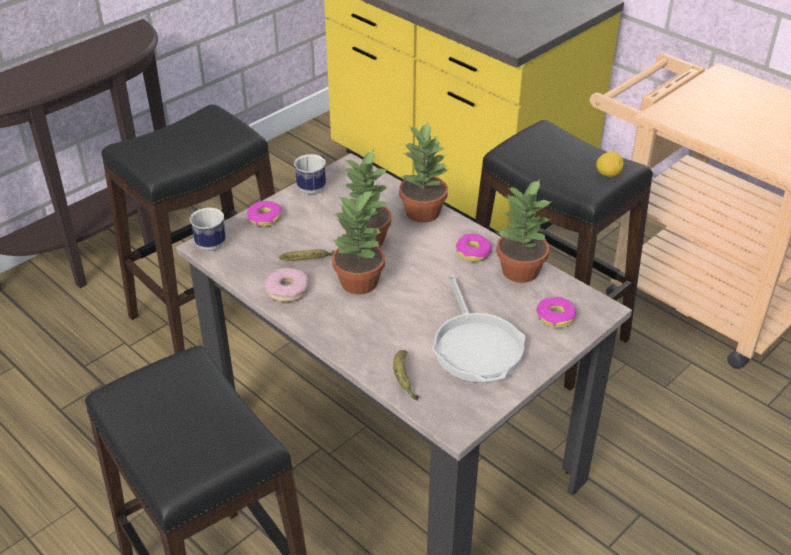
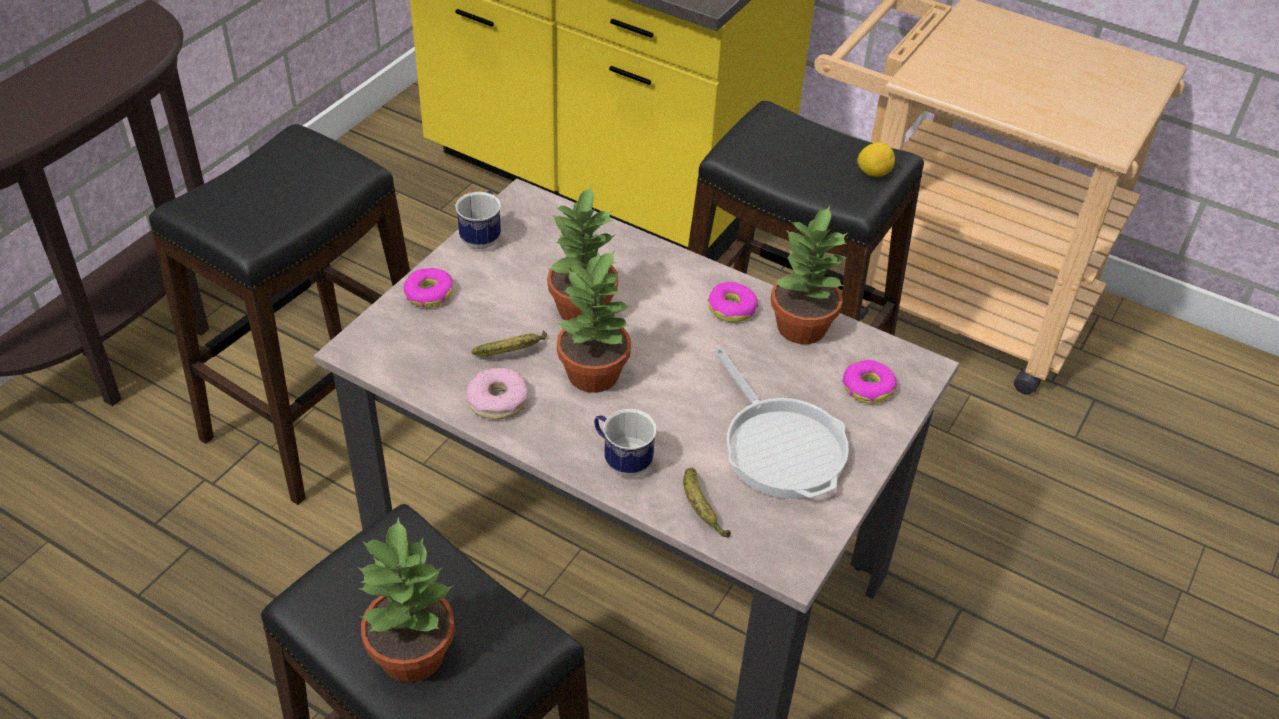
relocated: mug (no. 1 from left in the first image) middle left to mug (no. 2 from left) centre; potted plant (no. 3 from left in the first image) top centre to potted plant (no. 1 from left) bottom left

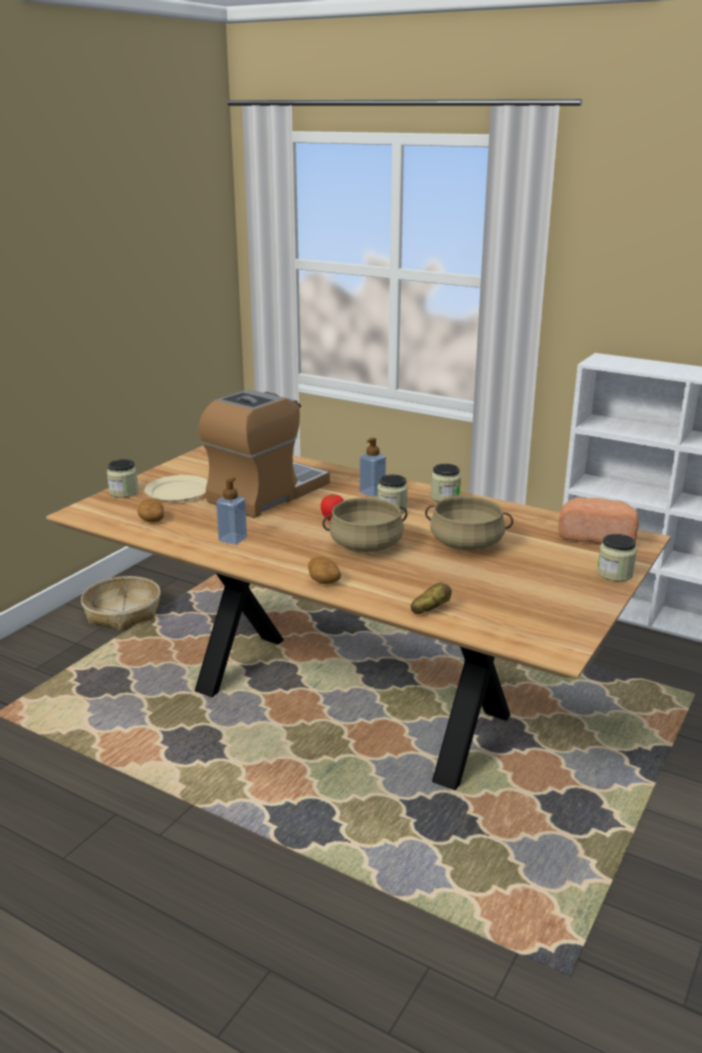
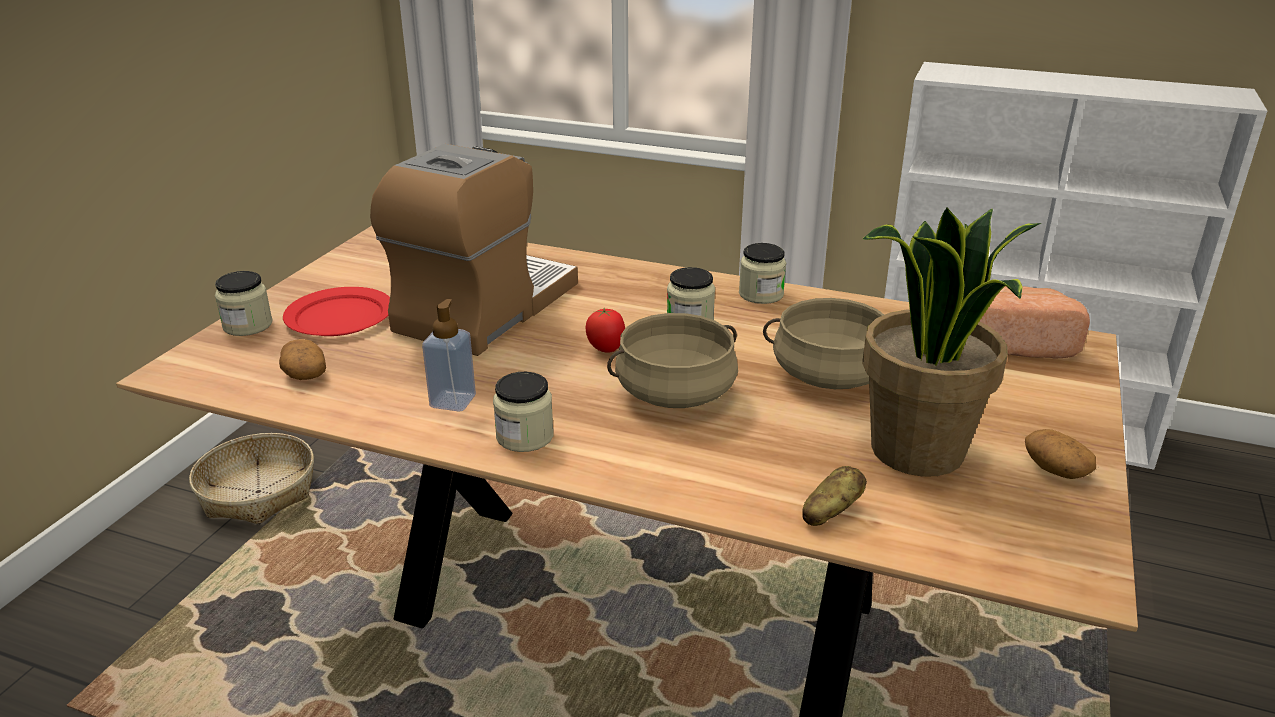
missing: soap dispenser (no. 2 from left) centre
appeared: potted plant middle right
relocated: potato (no. 2 from left in the first image) centre to potato (no. 3 from left) middle right; jar (no. 4 from left in the first image) middle right to jar (no. 2 from left) centre
colour: beige plate middle left to red plate middle left

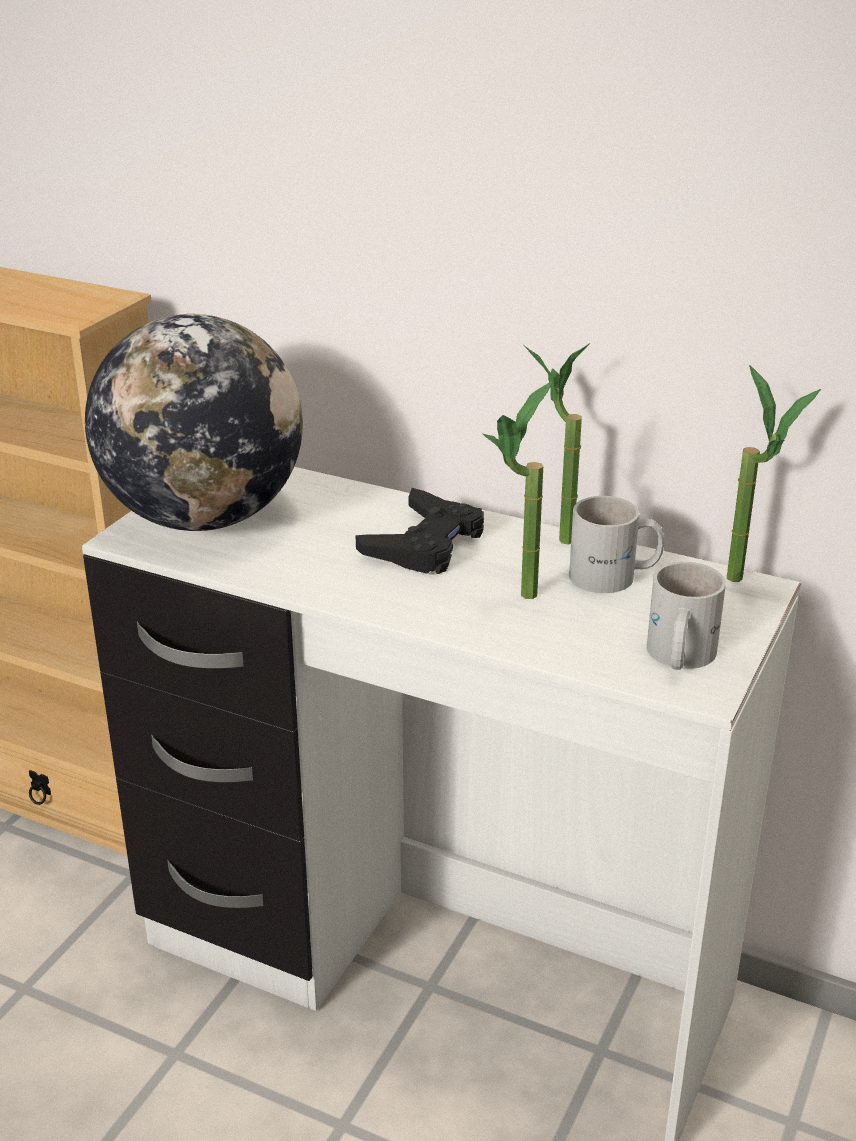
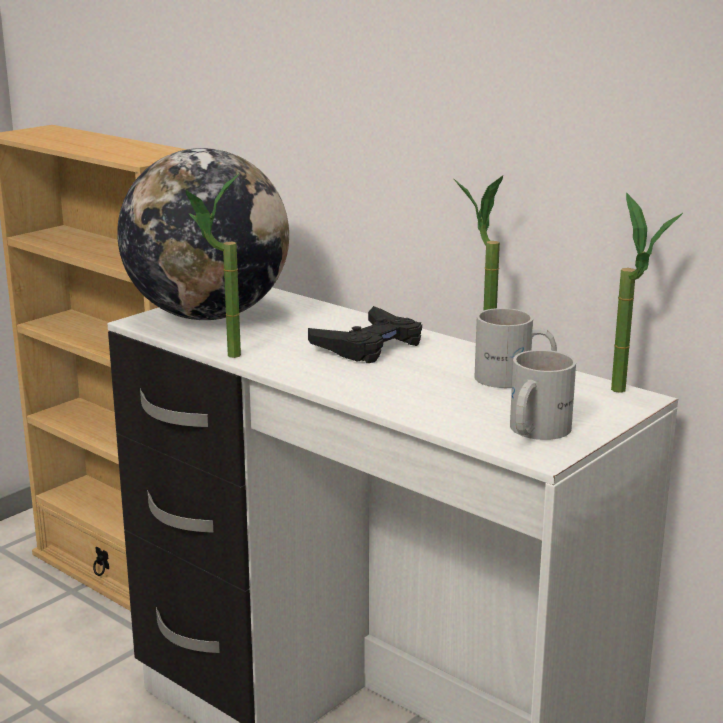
relocated: potted plant (no. 1 from left) centre to middle left

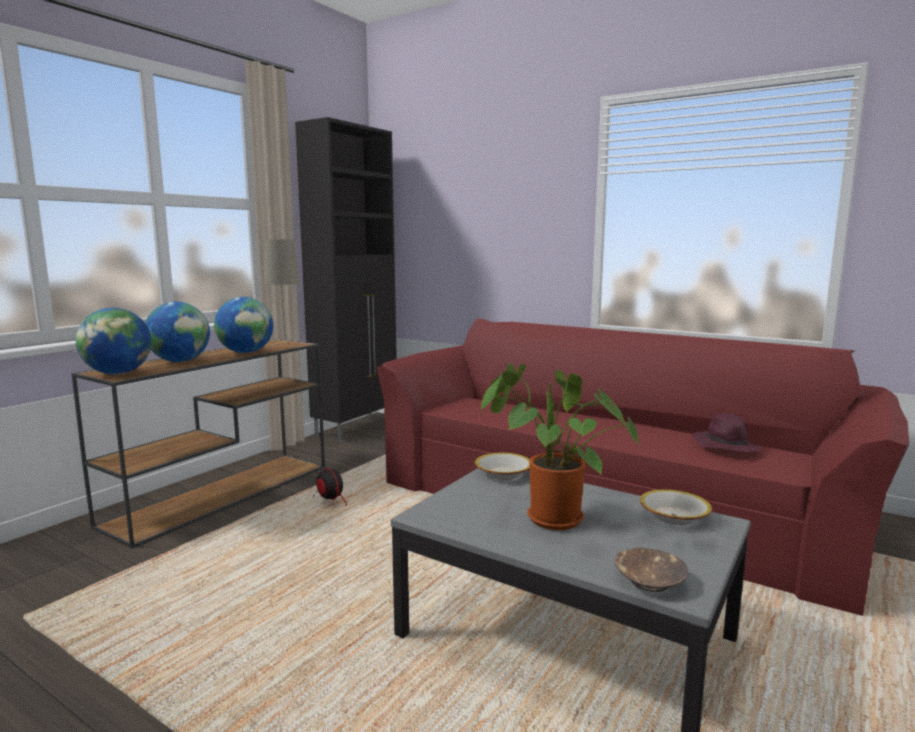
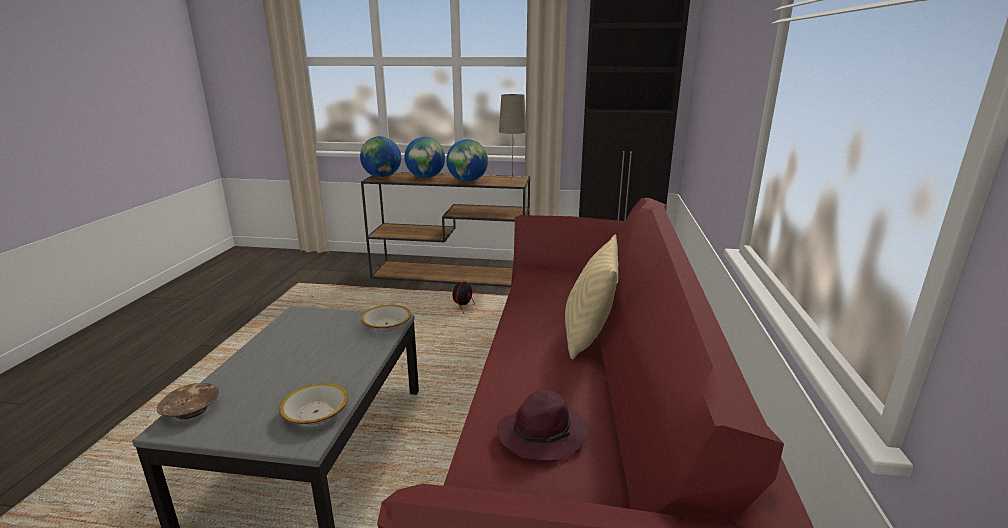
missing: potted plant centre
appeared: beige pillow centre

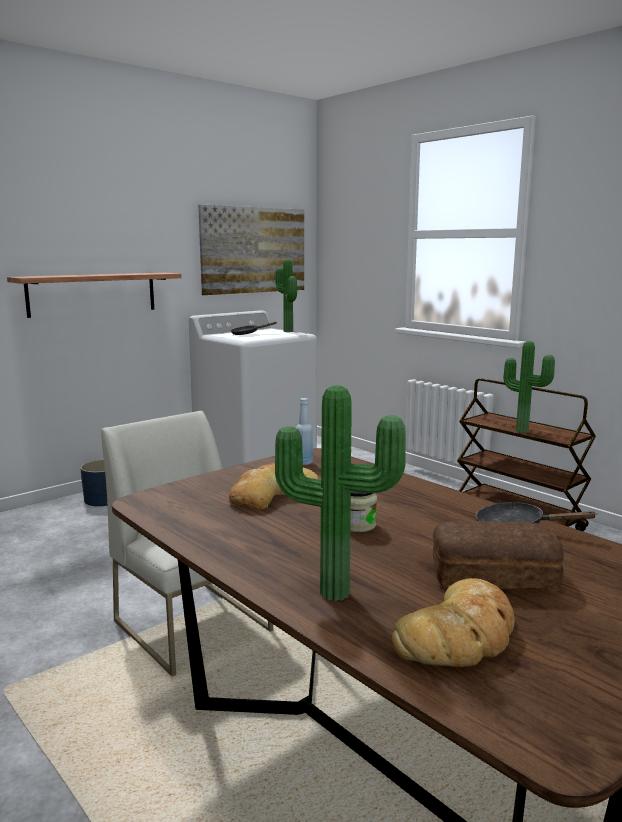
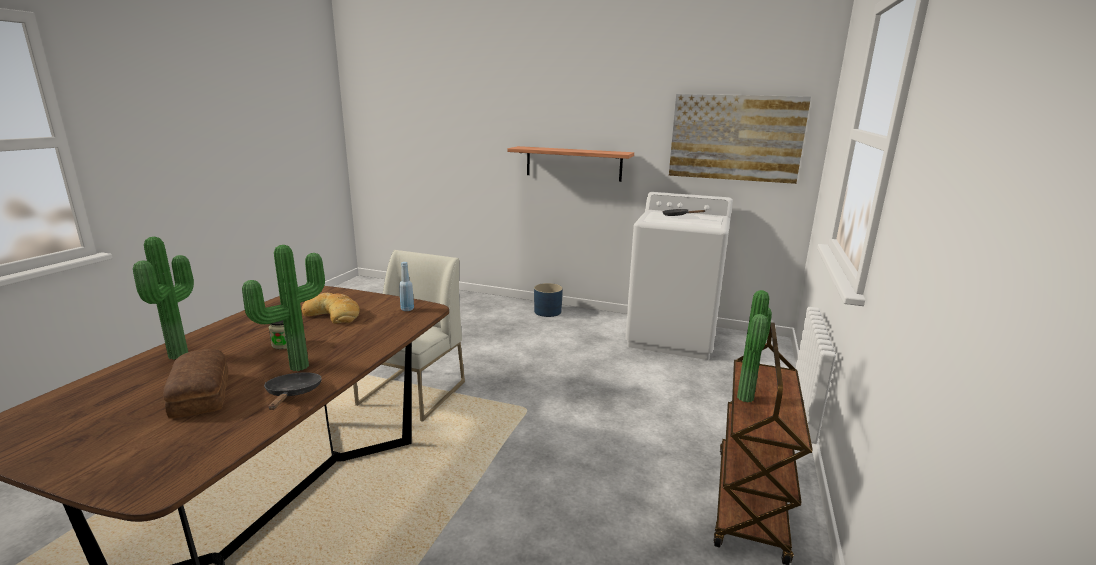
missing: bread (no. 2 from left) bottom right
relocated: potted plant (no. 1 from left in the first image) centre to potted plant (no. 2 from left) middle left

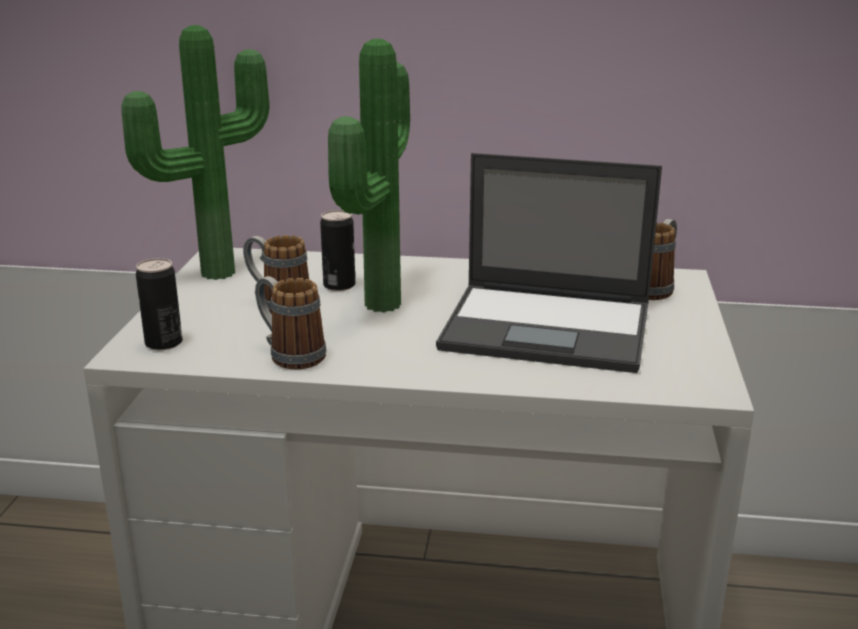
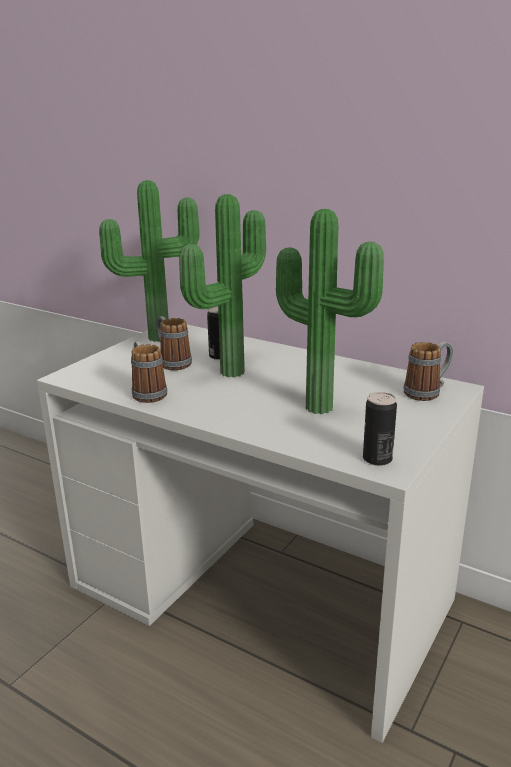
relocated: can (no. 1 from left in the first image) middle left to can (no. 2 from left) middle right
exchanged: laptop centre to potted plant (no. 3 from left) centre

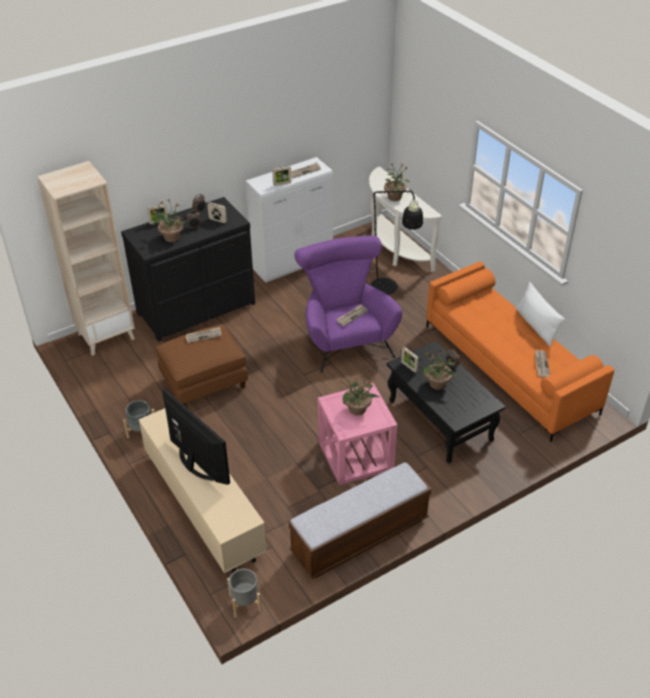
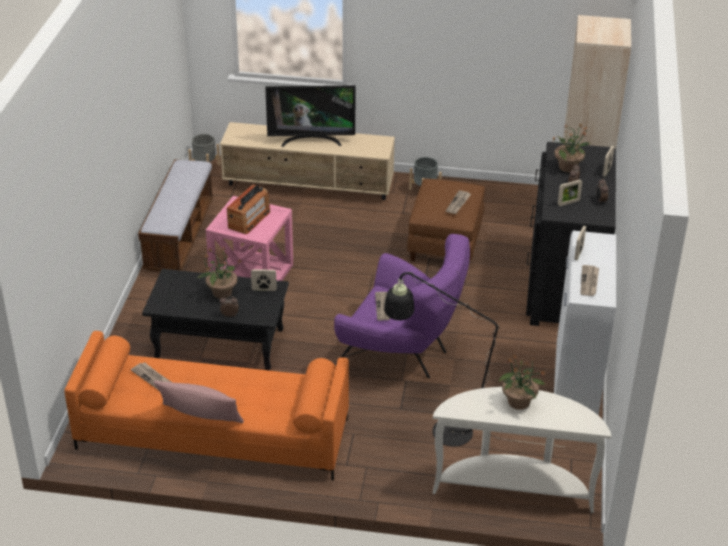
exchanged: potted plant (no. 2 from left) centre to radio centre
colour: white pillow middle right to pink pillow bottom left

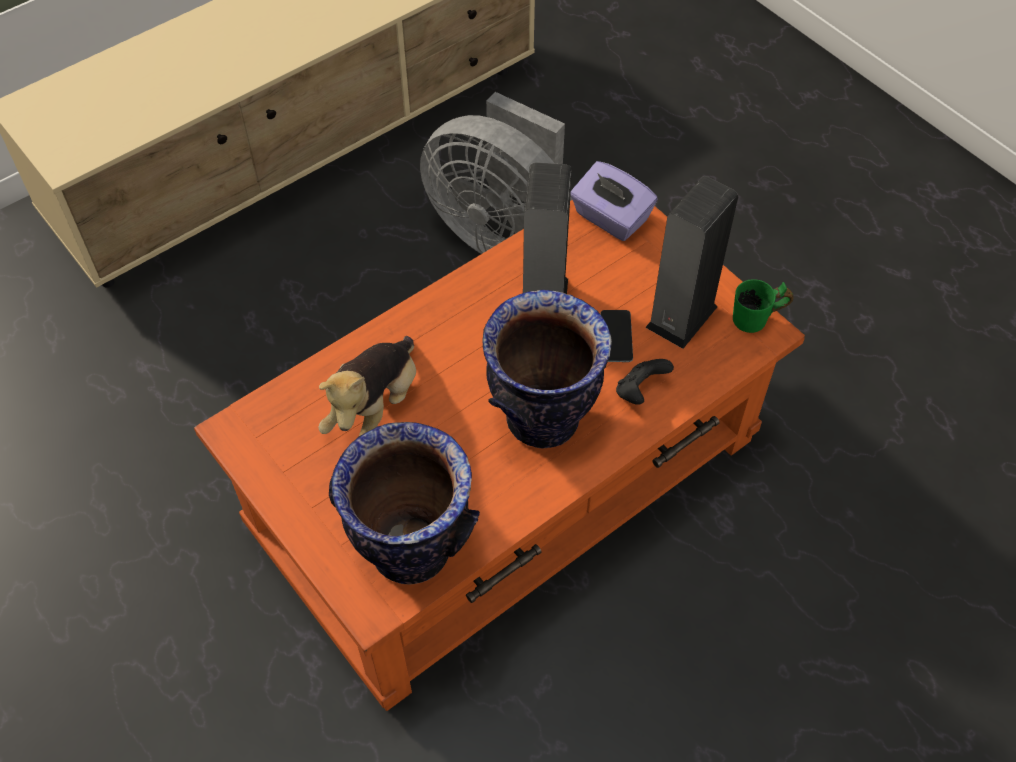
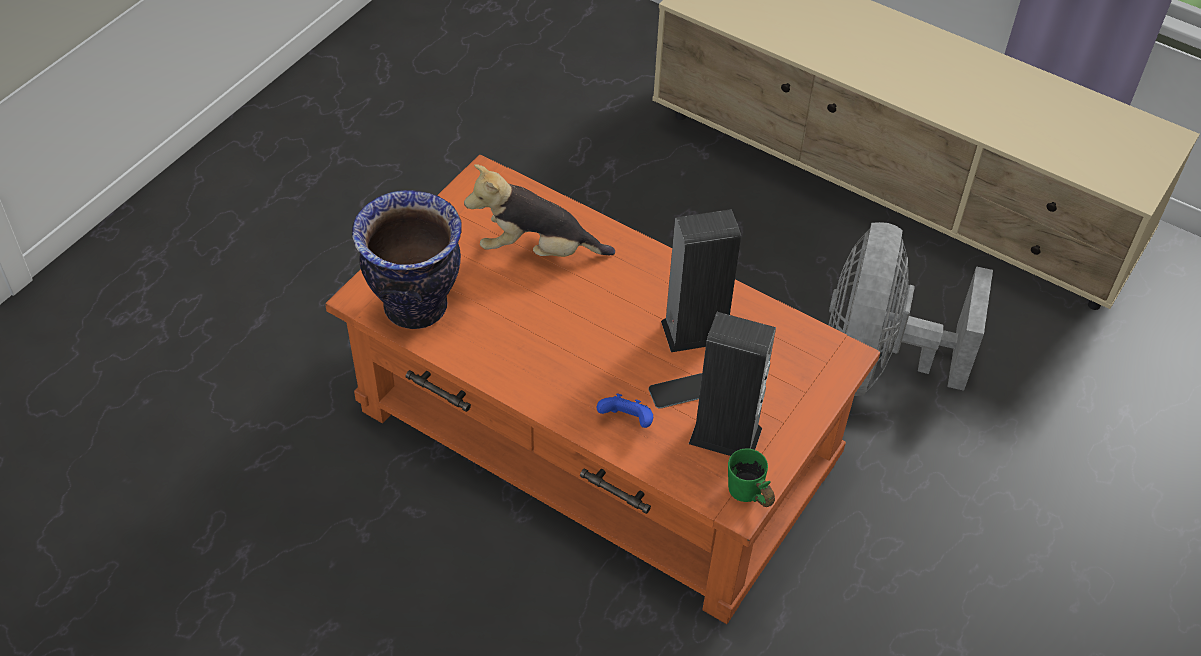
missing: vase (no. 2 from left) centre; purple tissue box top centre
colour: black game controller centre to blue game controller centre

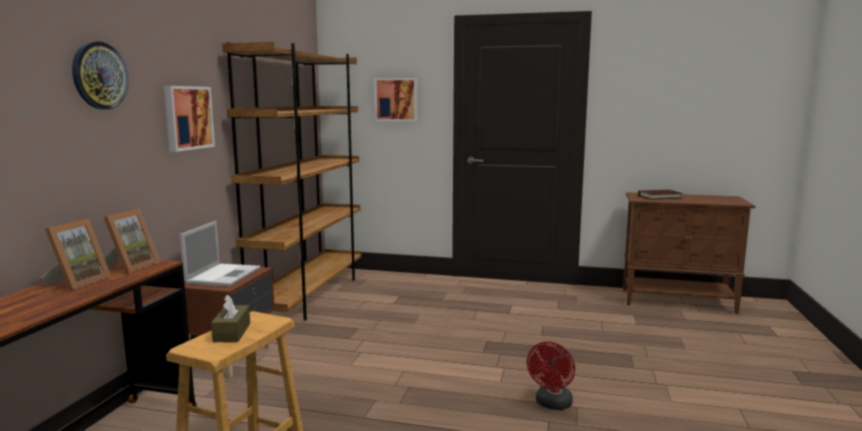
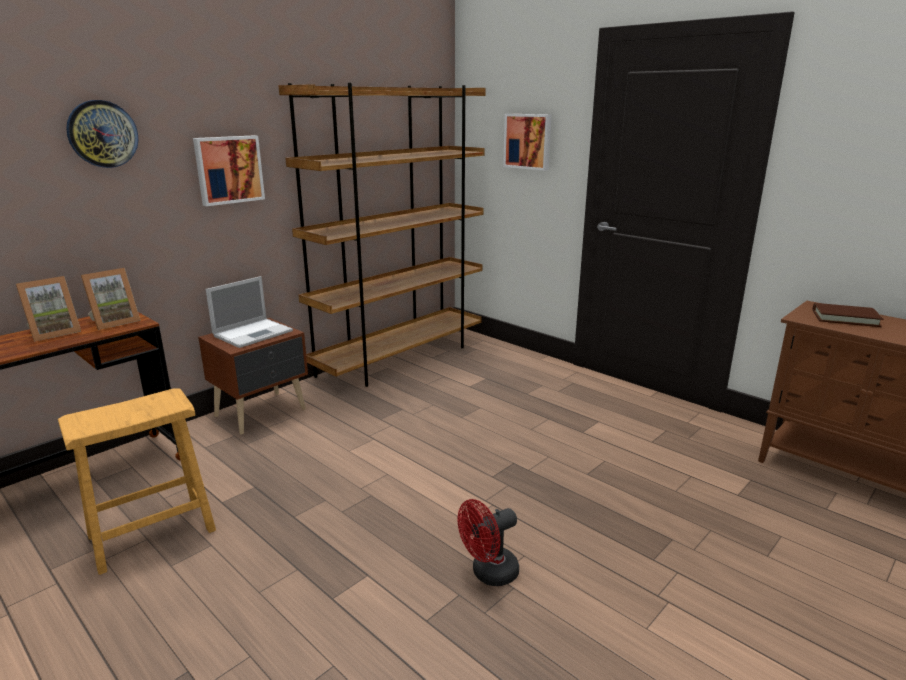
missing: brown tissue box bottom left

